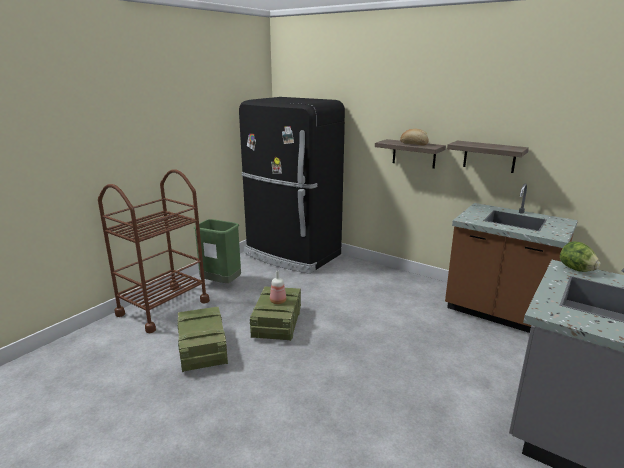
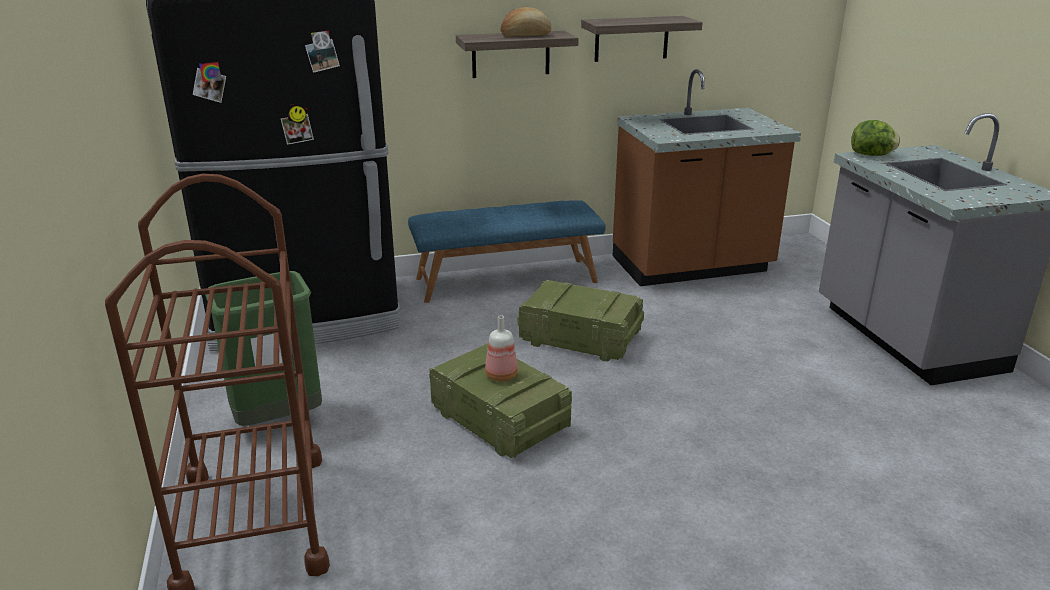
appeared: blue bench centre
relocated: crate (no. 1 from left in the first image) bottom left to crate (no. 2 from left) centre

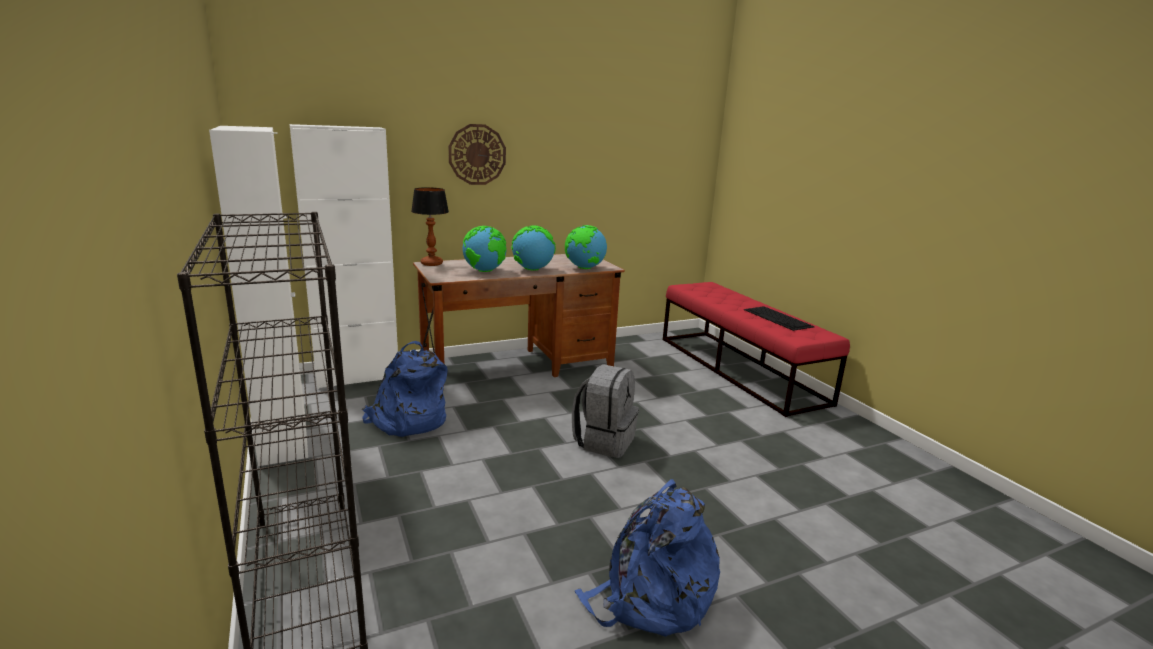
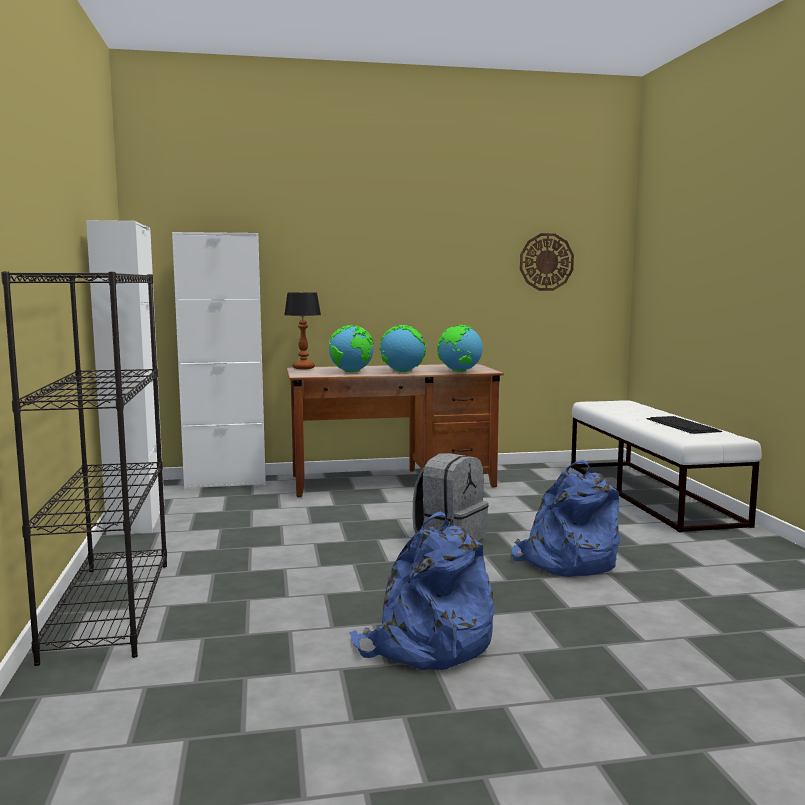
relocated: blue backpack (no. 1 from left in the first image) centre to blue backpack (no. 2 from left) middle right; wall clock top centre to top right
colour: red bench centre to white bench middle right

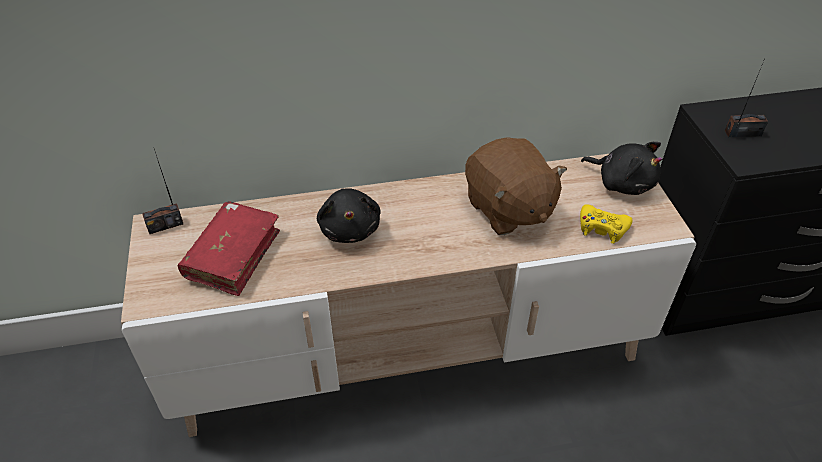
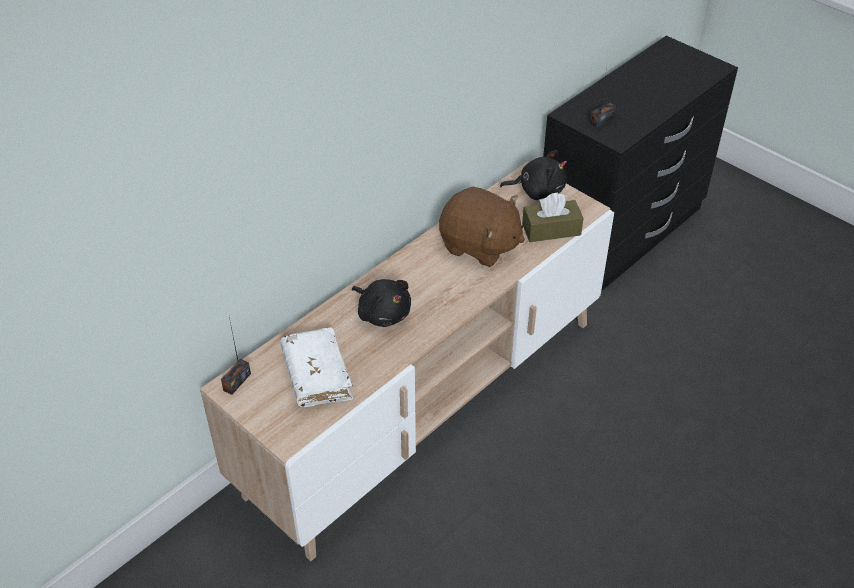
exchanged: yellow game controller middle right to brown tissue box centre
colour: red book middle left to white book centre

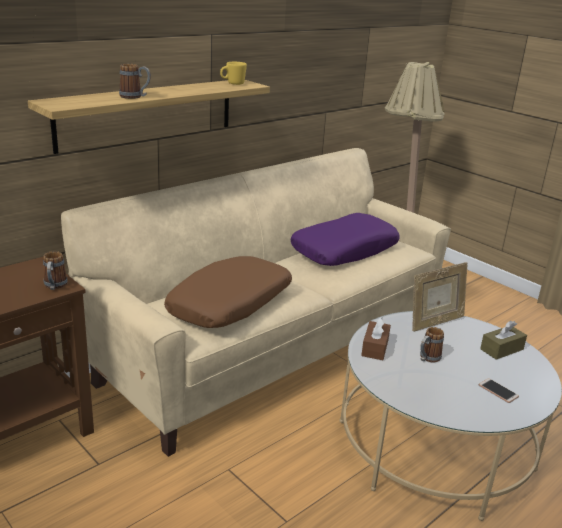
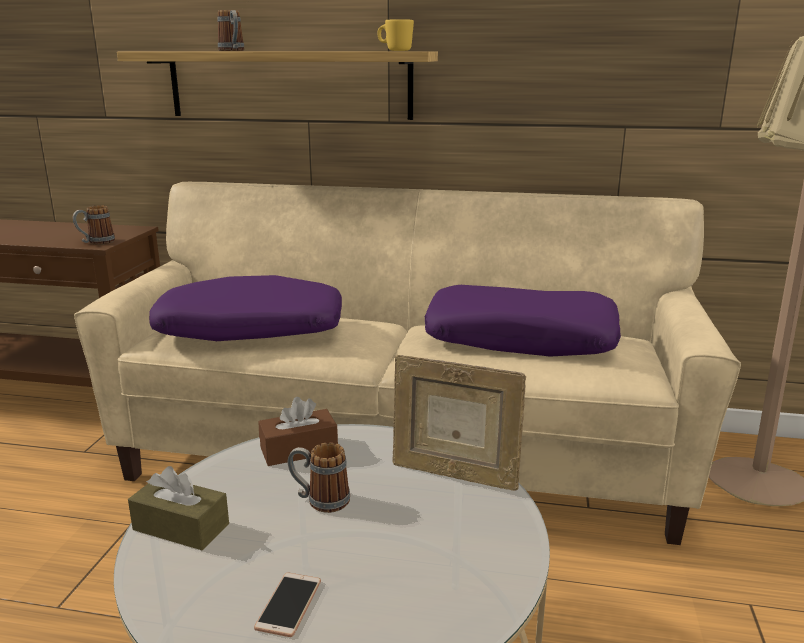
relocated: brown tissue box (no. 2 from left in the first image) middle right to brown tissue box (no. 1 from left) bottom left
colour: brown pillow centre to purple pillow (no. 1 from left) middle left

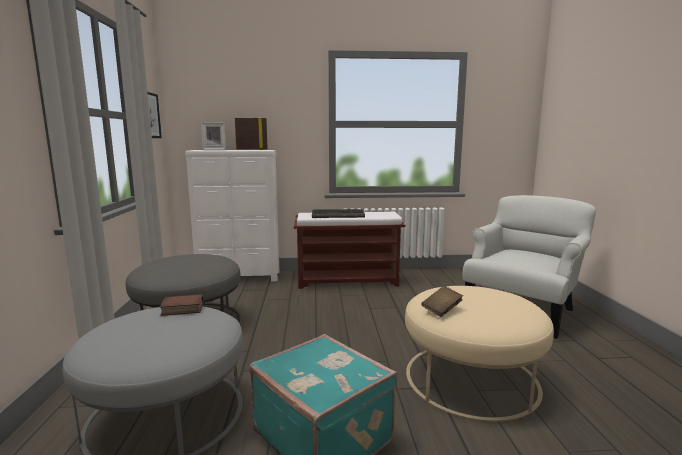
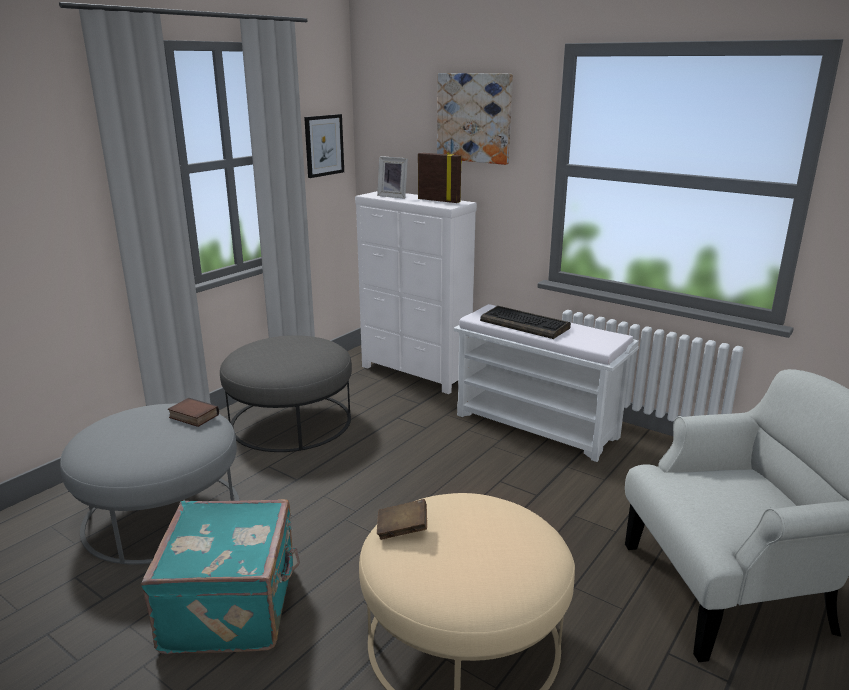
appeared: picture (no. 2 from left) top centre
colour: brown bench centre to white bench centre

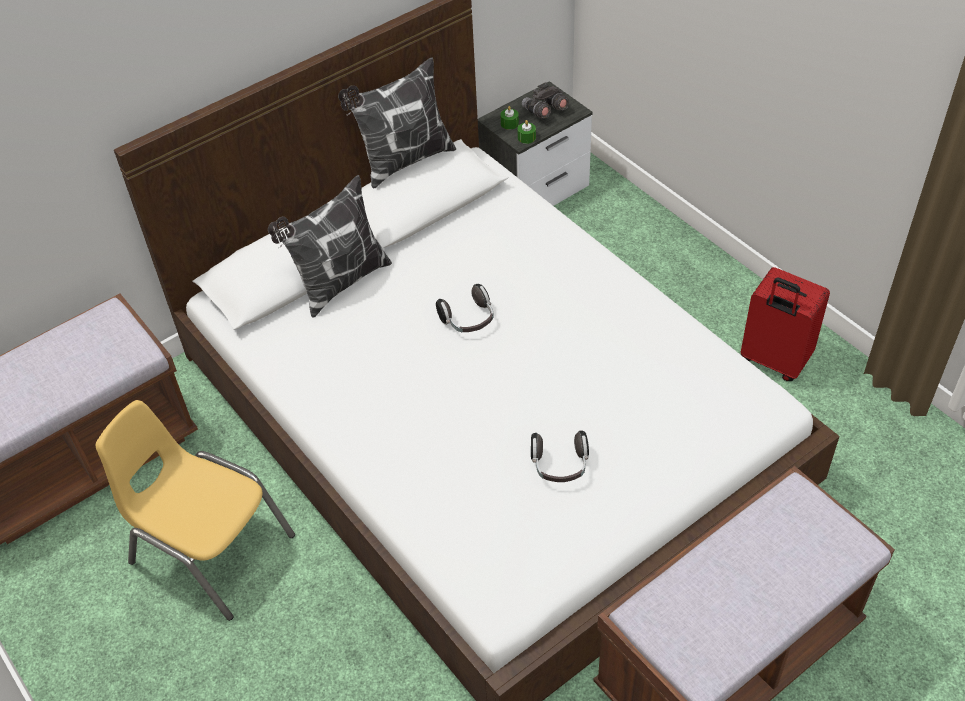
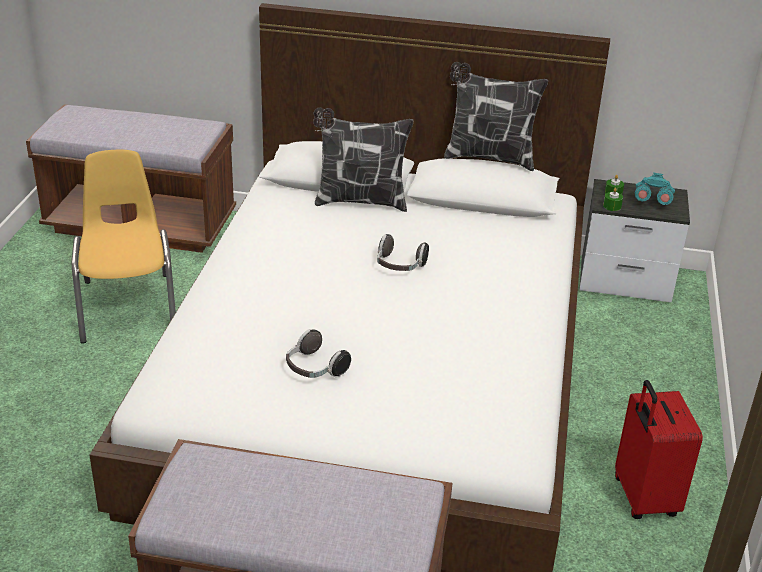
colour: grey binoculars top centre to turquoise binoculars top right

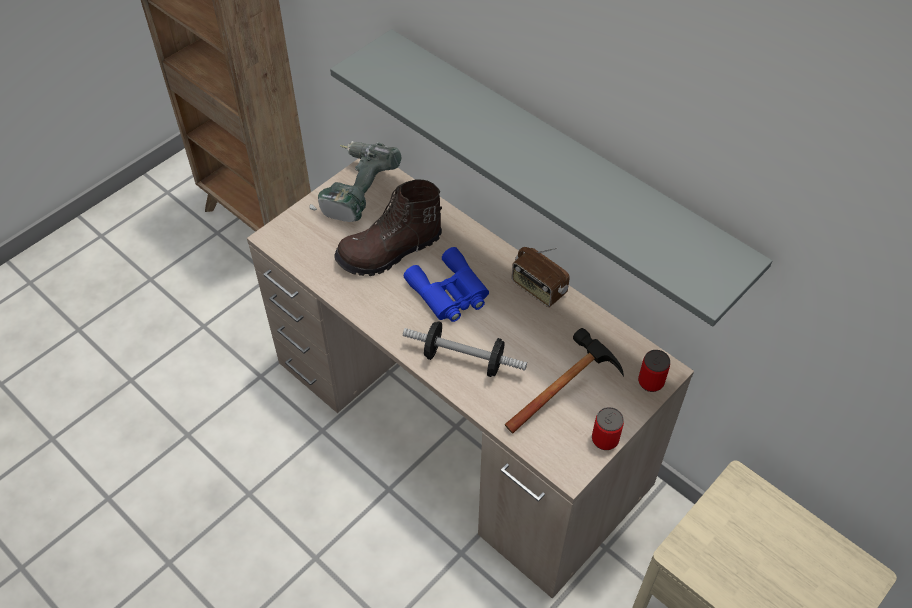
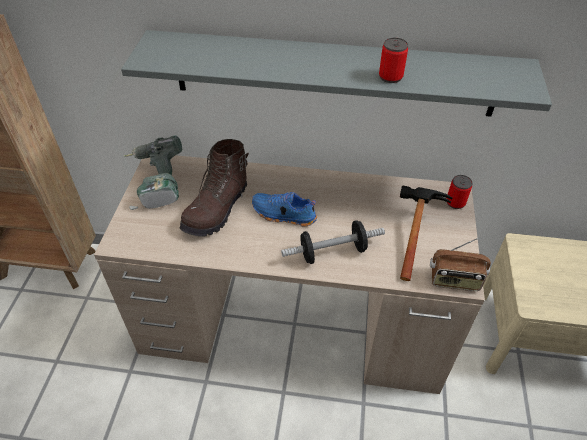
relocated: radio centre to middle right; can (no. 1 from left) bottom right to top right
exchanged: blue binoculars centre to blue shoe centre

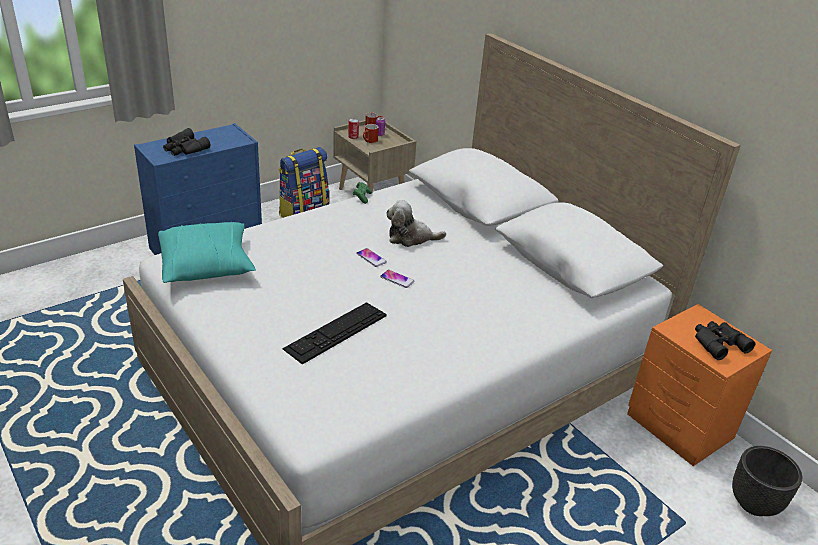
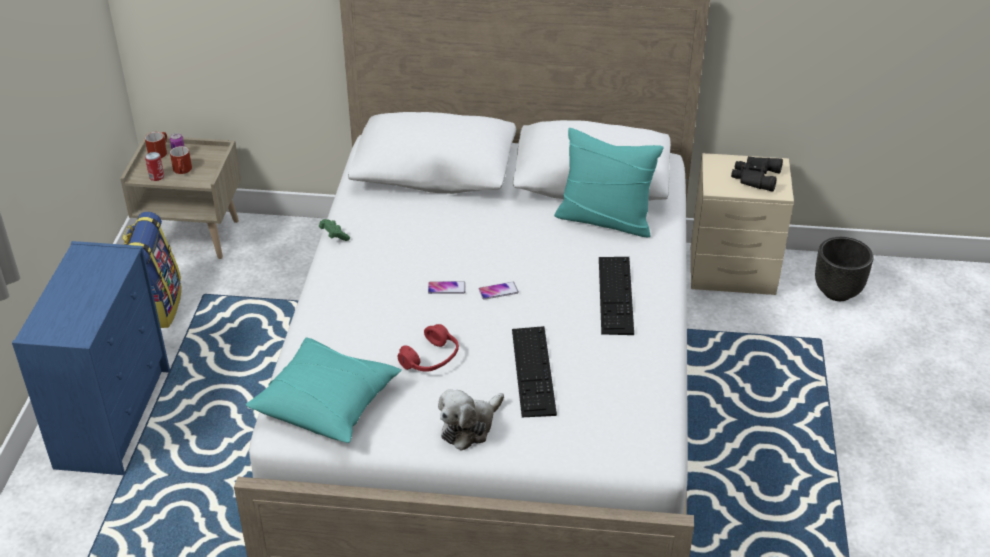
missing: black binoculars (no. 1 from left) top left
appeared: red headphones centre; turquoise pillow (no. 2 from left) top centre; keyboard (no. 2 from left) centre
relocated: plush toy centre to bottom centre
colour: orange nightstand bottom right to beige nightstand (no. 2 from left) middle right

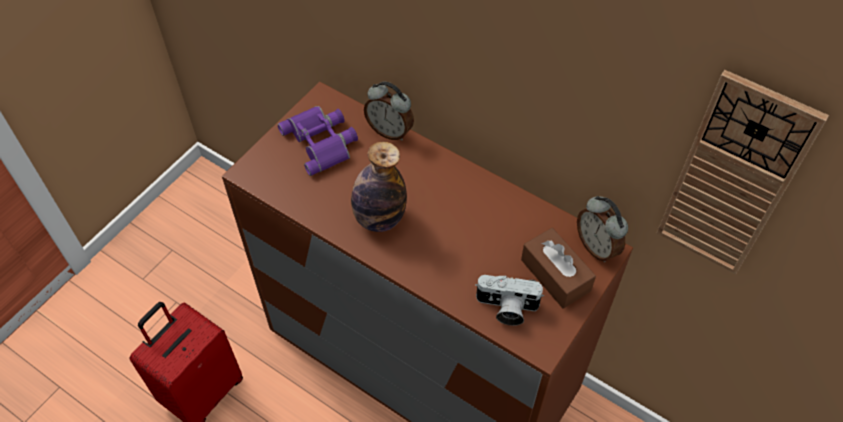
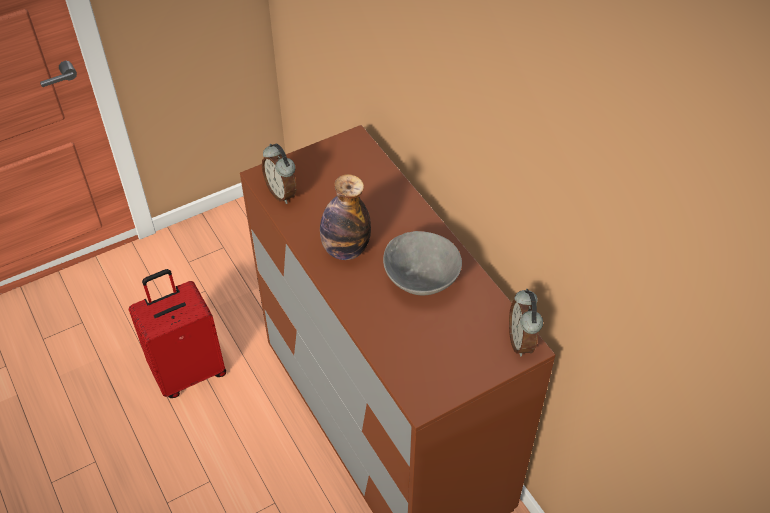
missing: purple binoculars centre; photo camera bottom centre; brown tissue box centre; wall clock middle right
appeared: grey bowl centre
relocated: alarm clock (no. 1 from left) top centre to centre

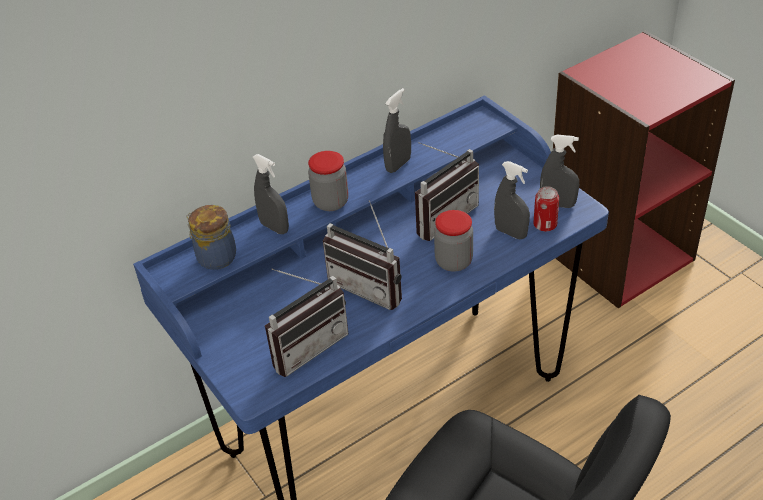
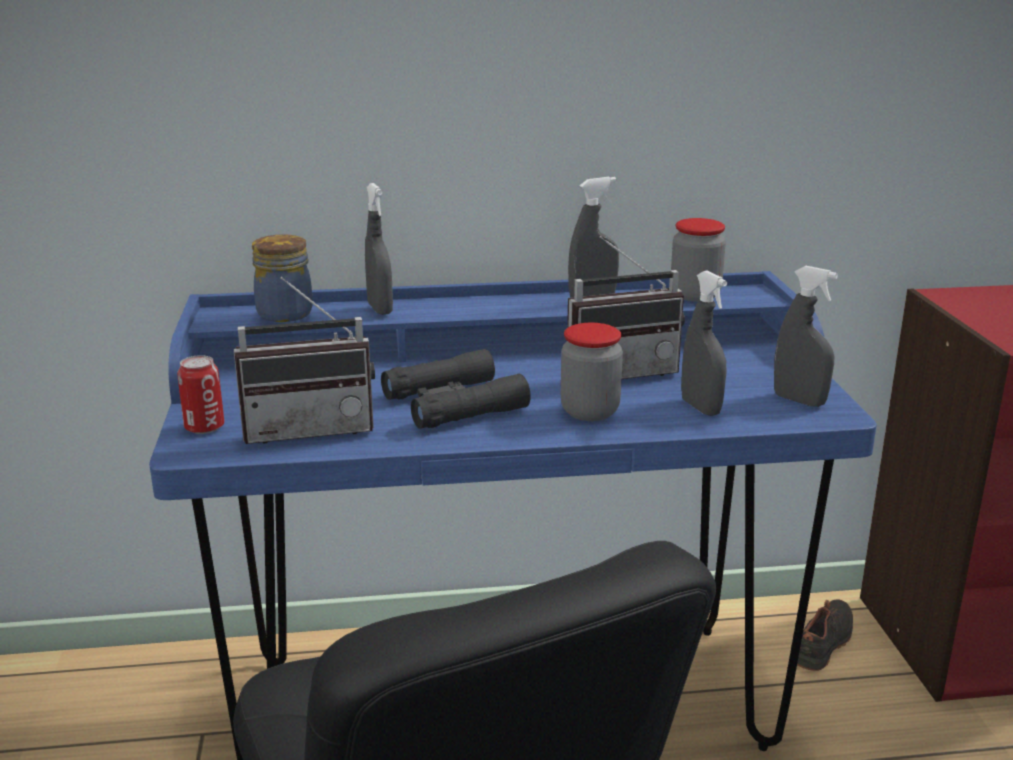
appeared: black shoe bottom right
relocated: jar (no. 2 from left in the first image) centre to jar (no. 3 from left) middle right; can middle right to middle left
exchanged: radio (no. 2 from left) centre to black binoculars centre

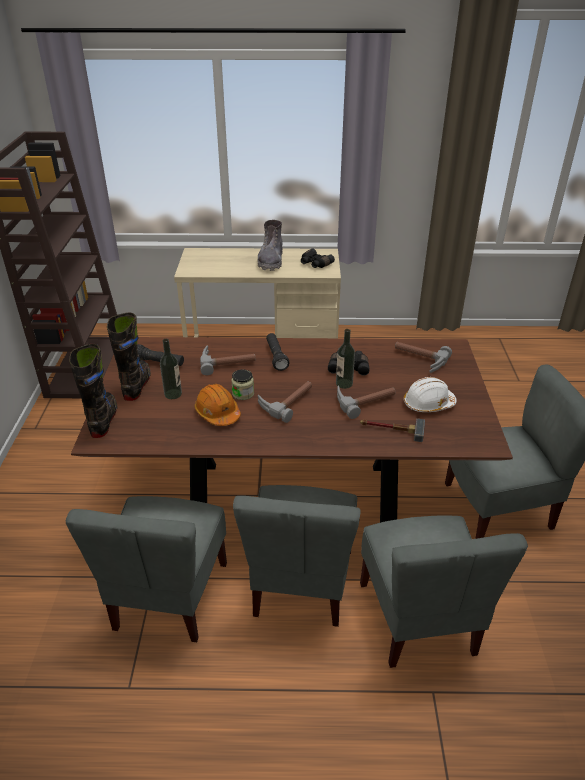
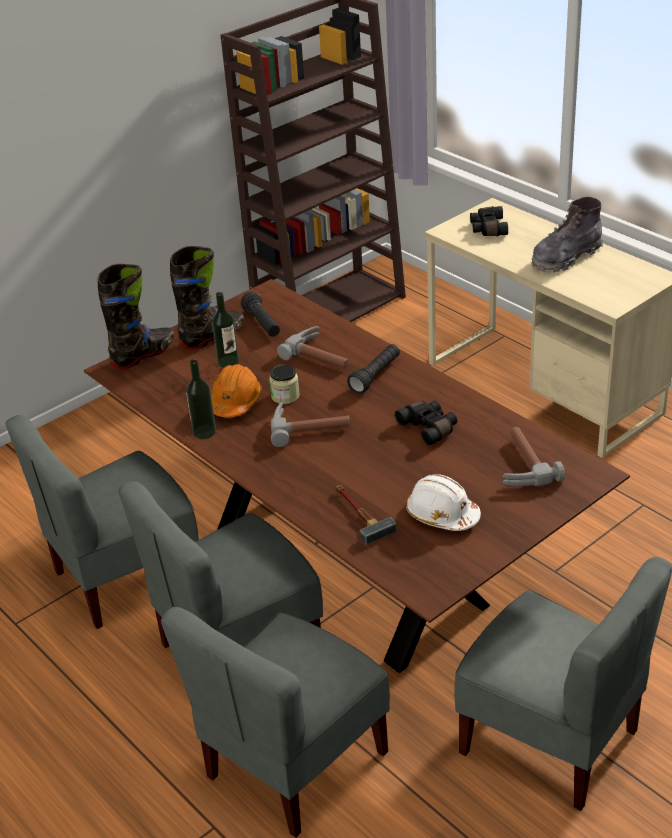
missing: hammer (no. 3 from left) centre
relocated: black binoculars (no. 1 from left in the first image) top centre to black binoculars (no. 2 from left) top right; bottle (no. 2 from left in the first image) centre to bottle (no. 1 from left) middle left

